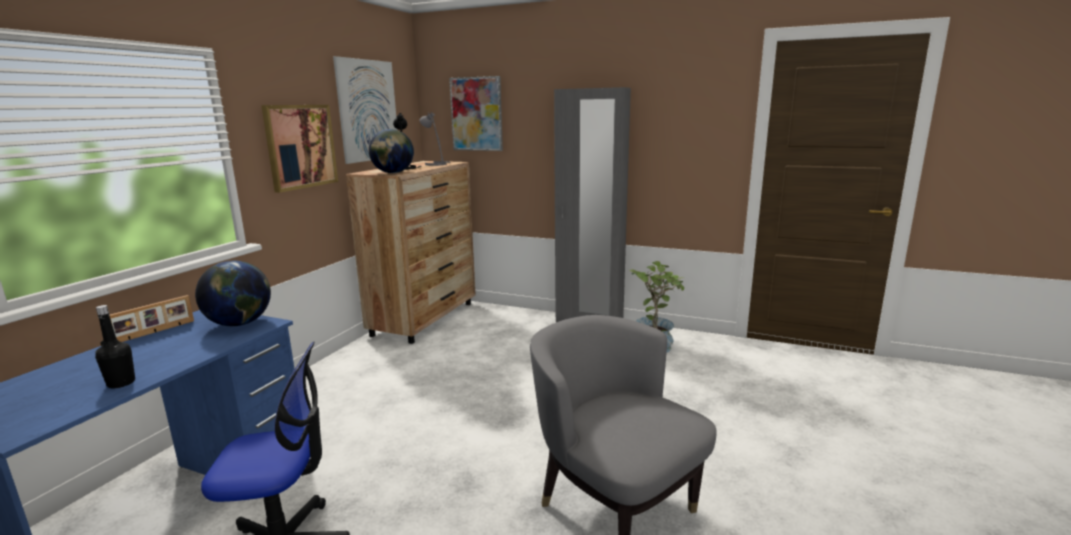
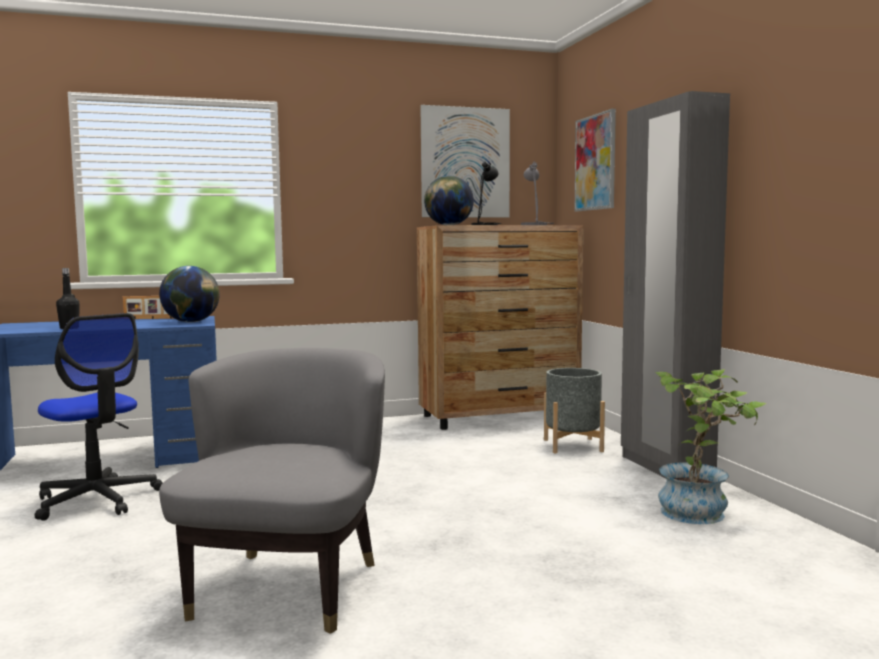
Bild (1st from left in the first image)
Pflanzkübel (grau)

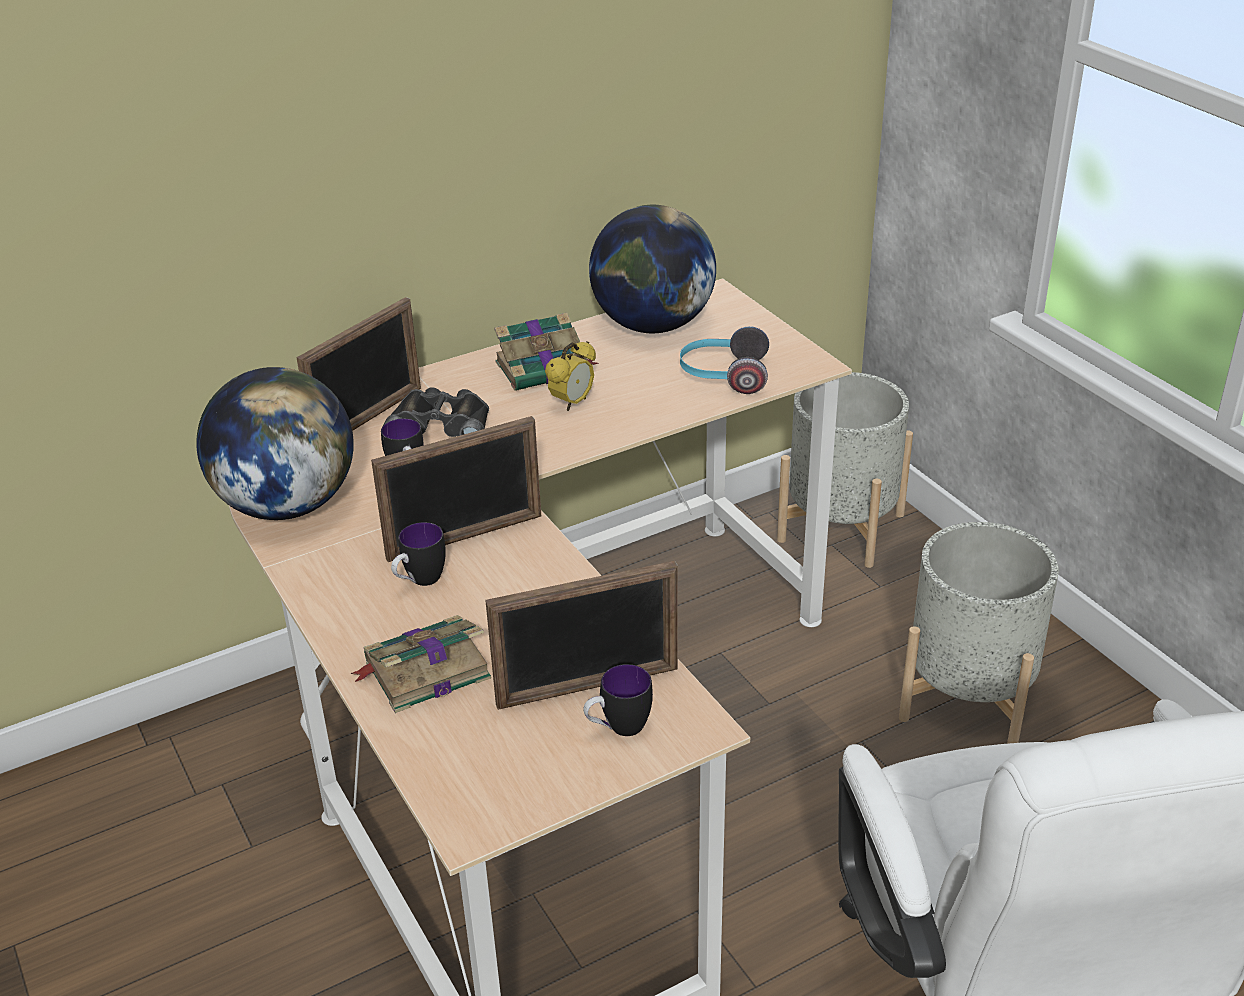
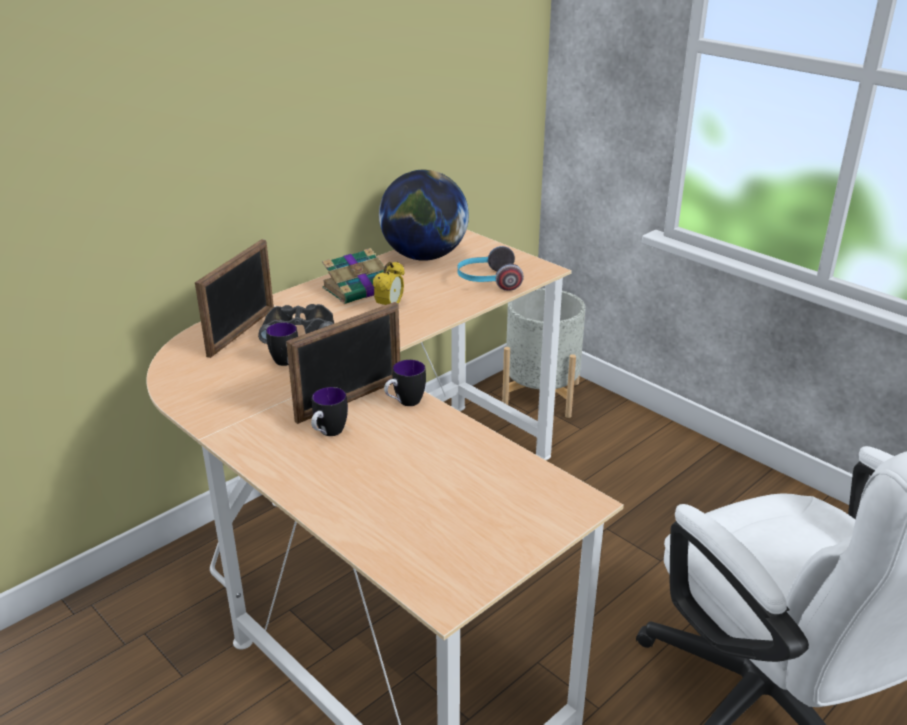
Globus (1st from left in the first image)
Pflanzkübel (grau) (2nd from left in the first image)
Bilderrahmen (3rd from left in the first image)
Buch (1st from left in the first image)
Henkelbecher (3rd from left)

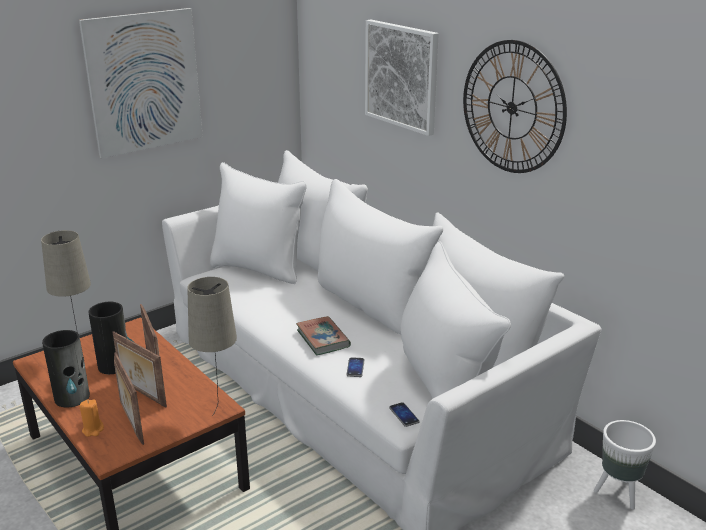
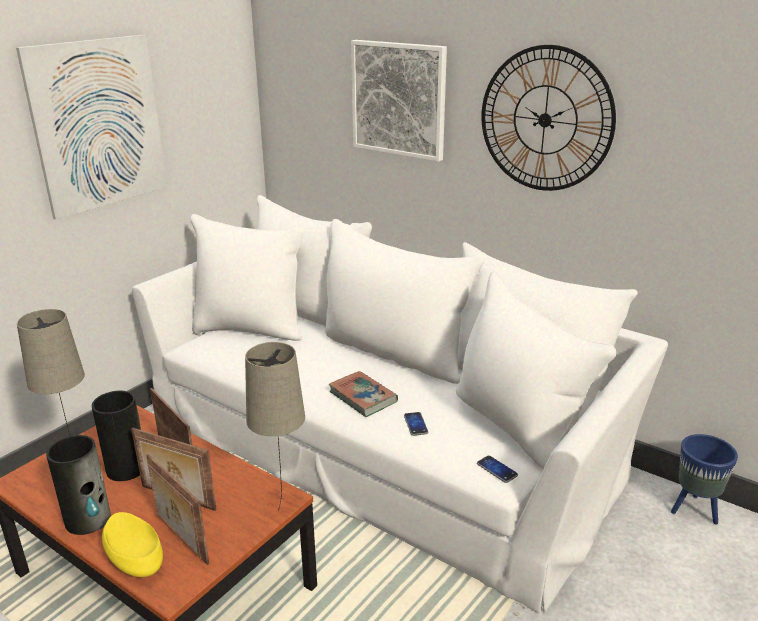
Schüssel (gelb)
Pflanzkübel (blau)

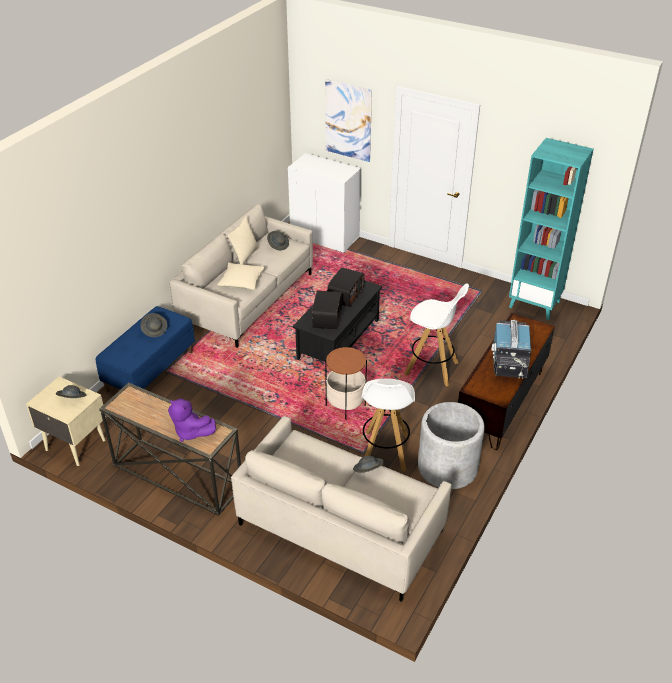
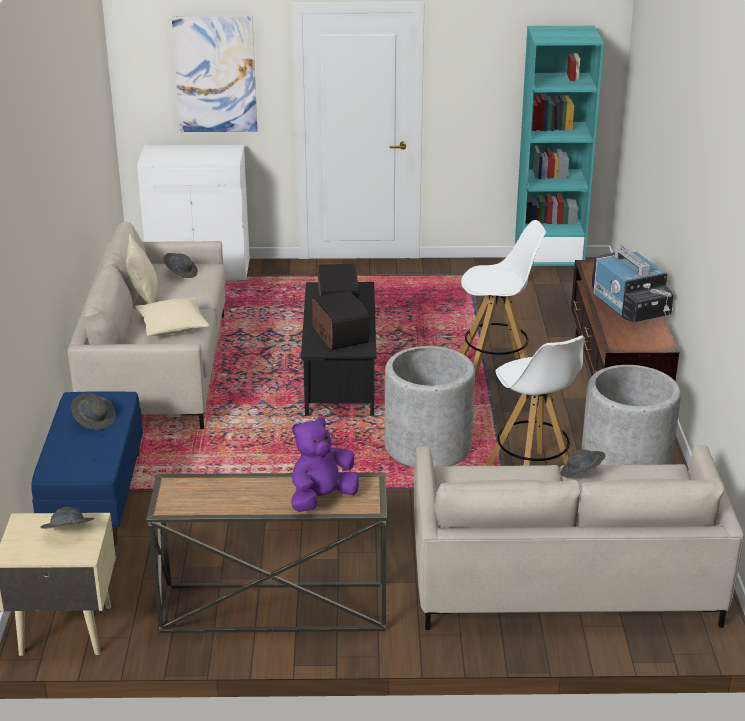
Pflanzkübel (grau) (1st from left)
Plüschtier (lila)

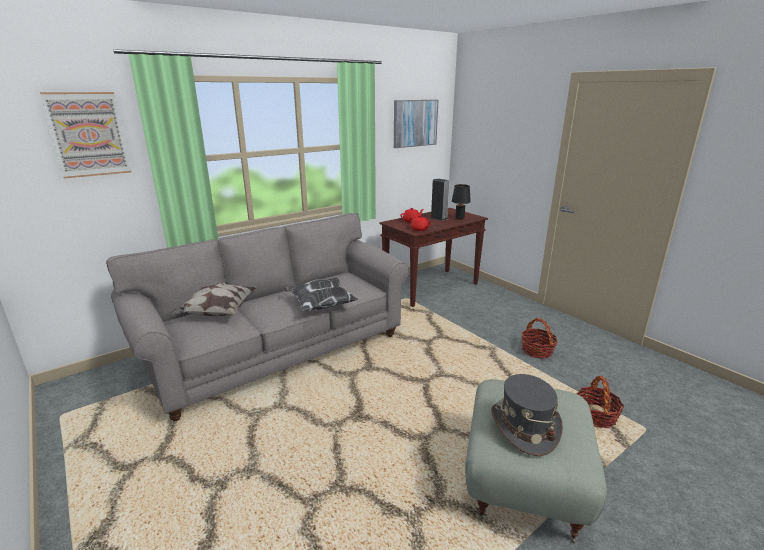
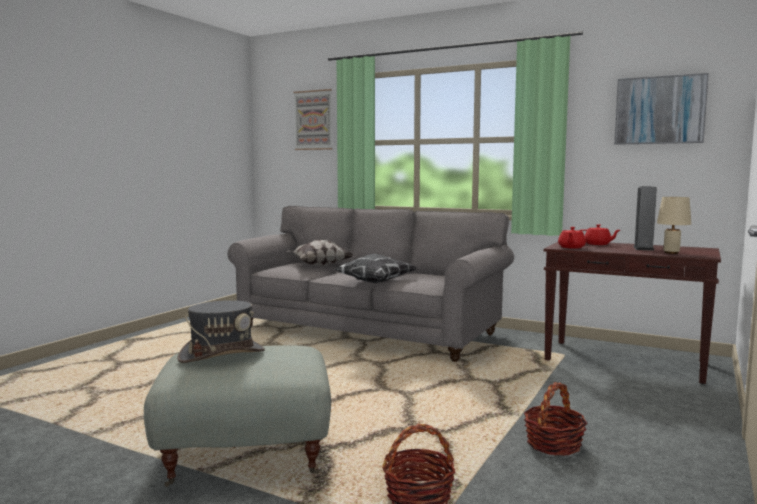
Tischlampe (beige)

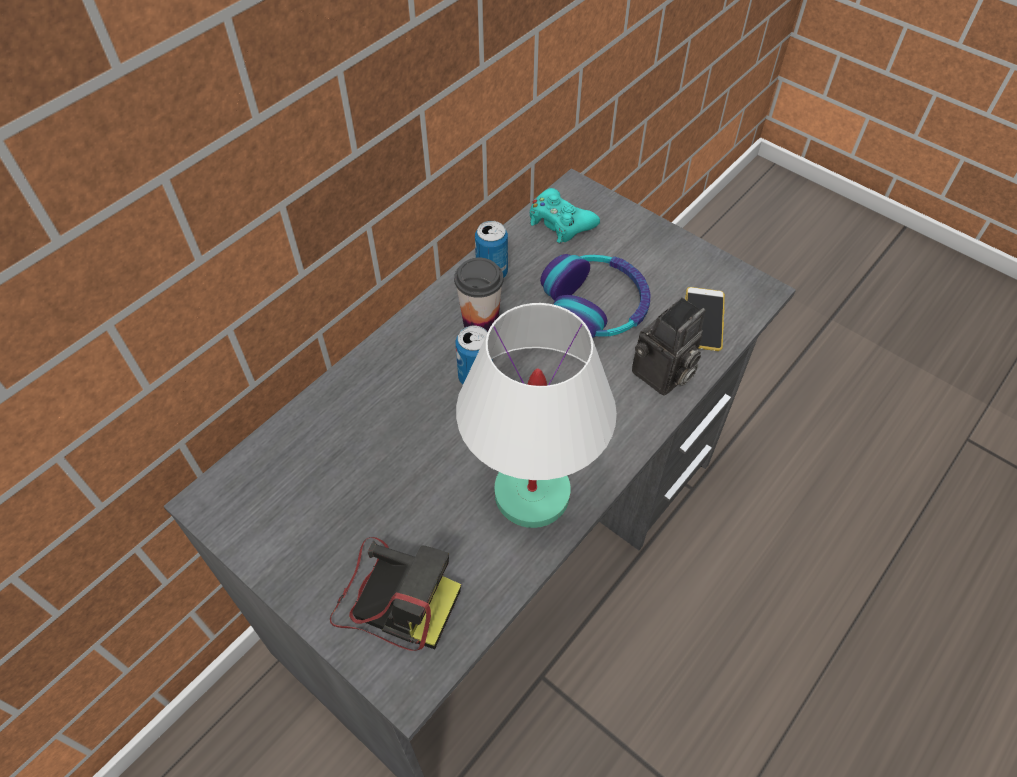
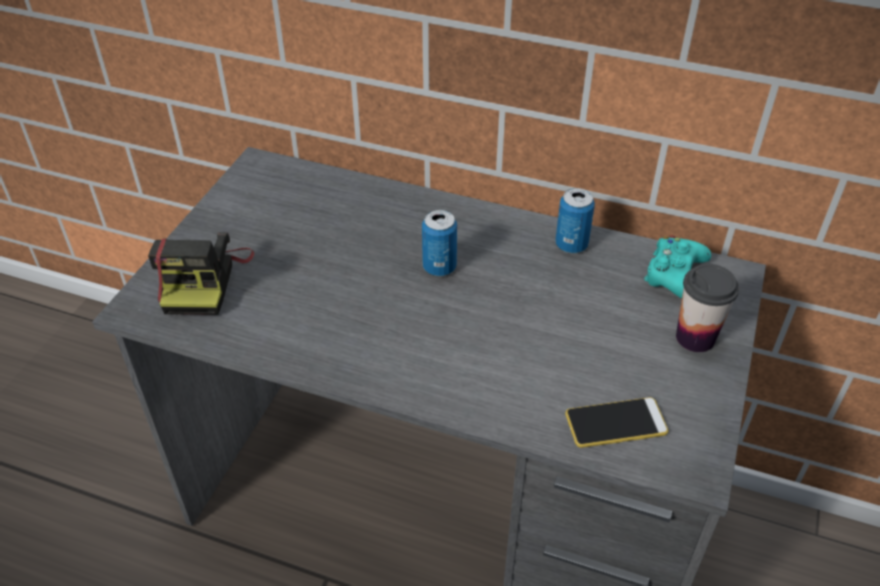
Kopfhörer
Tasse
Kamera (2nd from left in the first image)
Tischlampe (weiß)

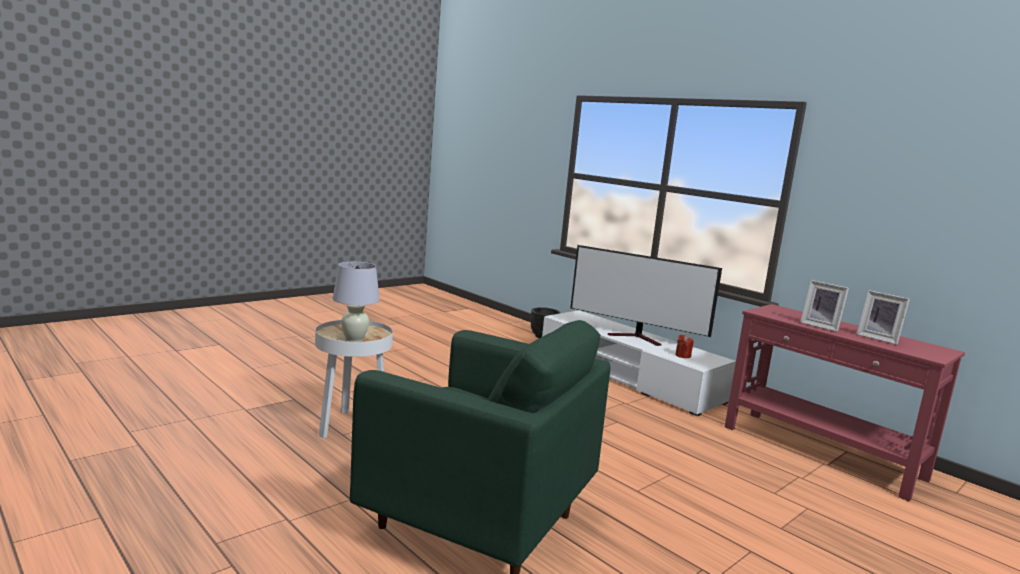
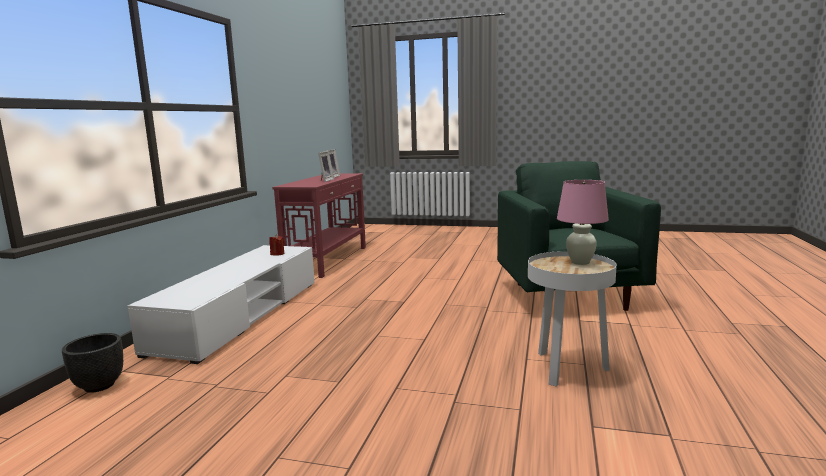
Fernseher
Tischlampe (rosa)

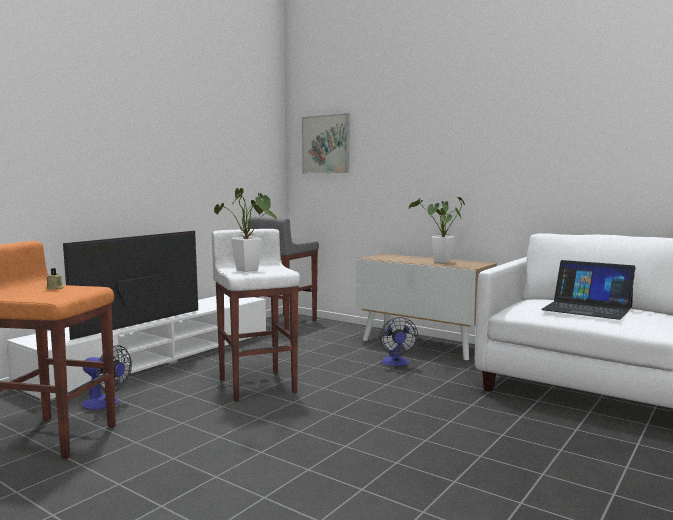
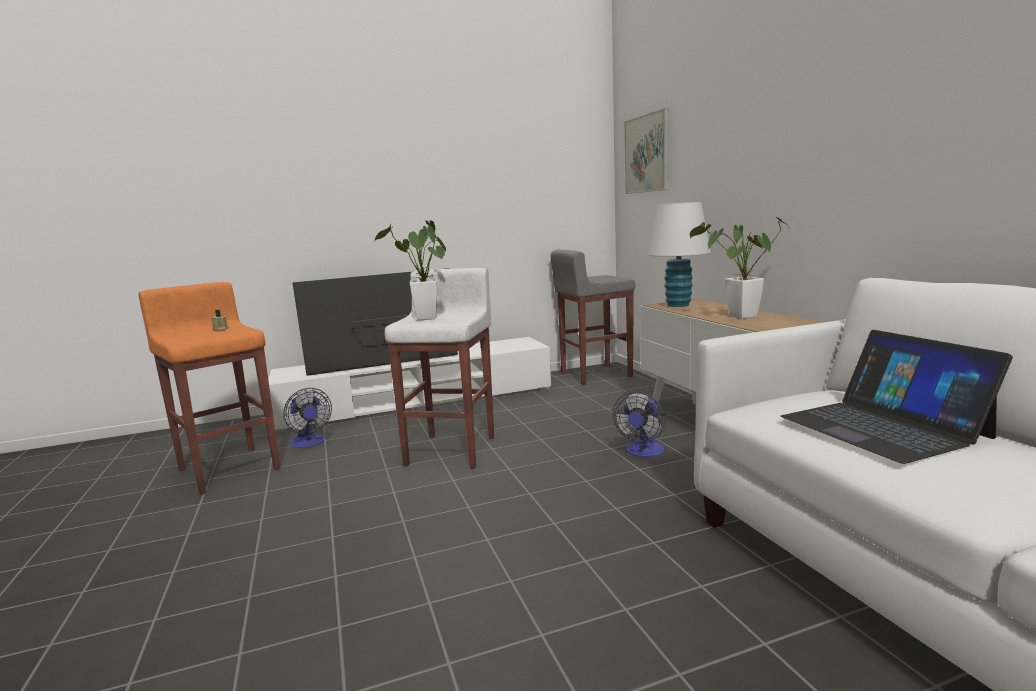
Tischlampe (weiß)

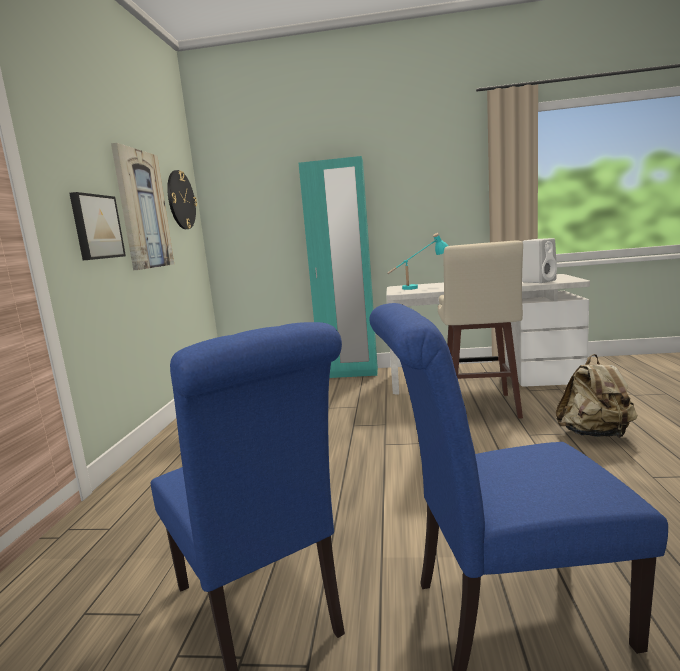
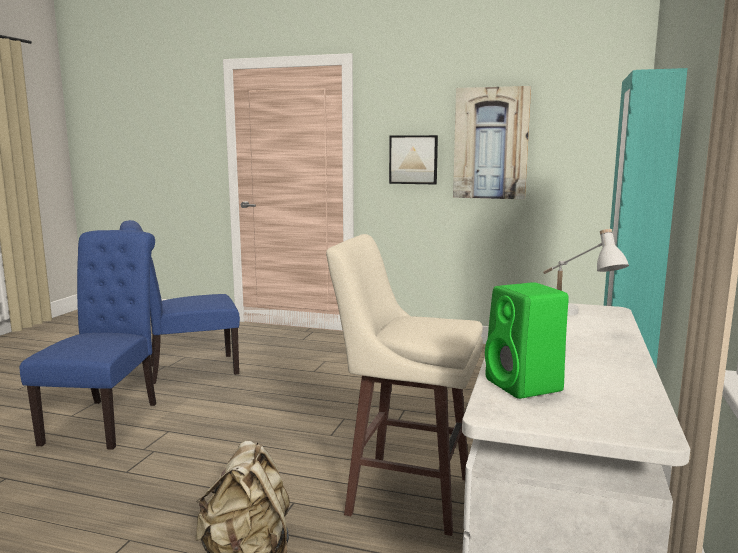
Wanduhr
Tischlampe (weiß)
Lautsprecher (grün)

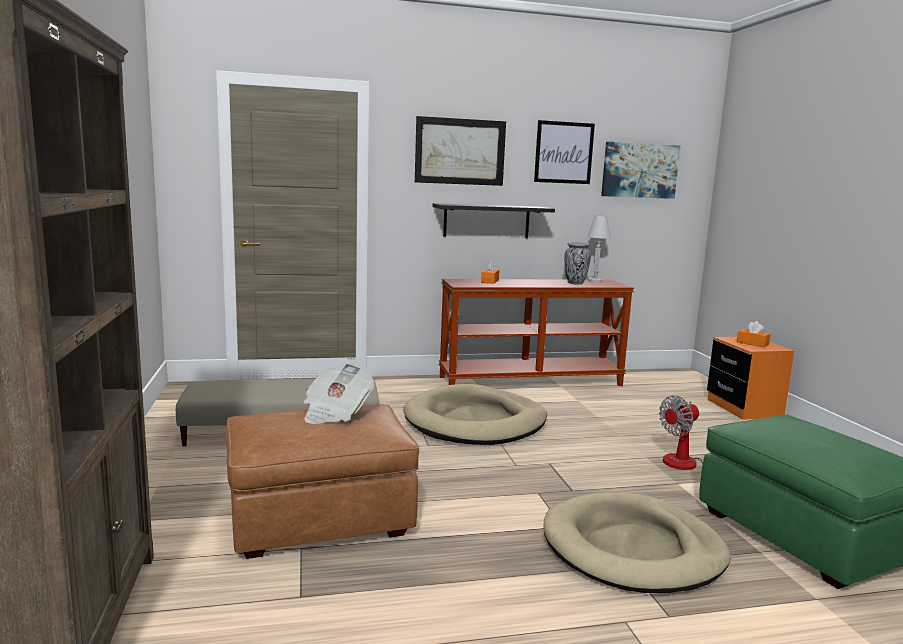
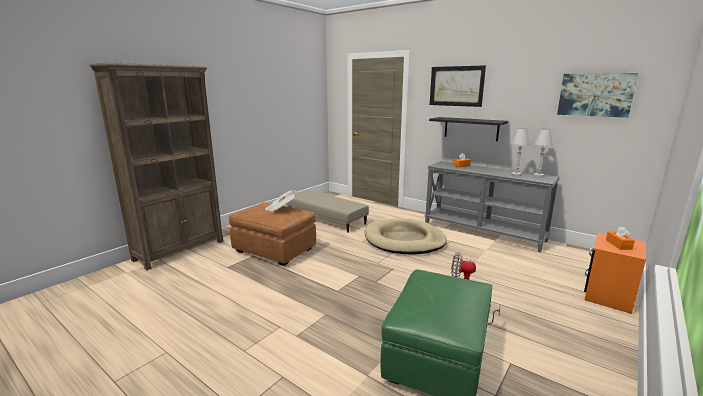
Bild (2nd from left in the first image)
Tischlampe (weiß) (1st from left)
Konsolentisch (grau)
Hundebett (beige) (2nd from left in the first image)

